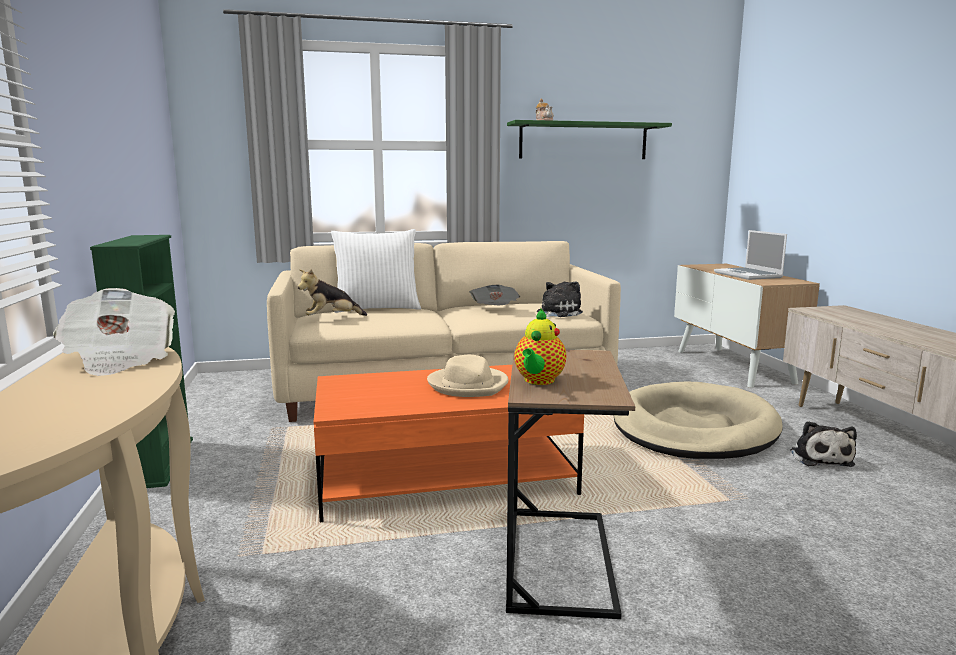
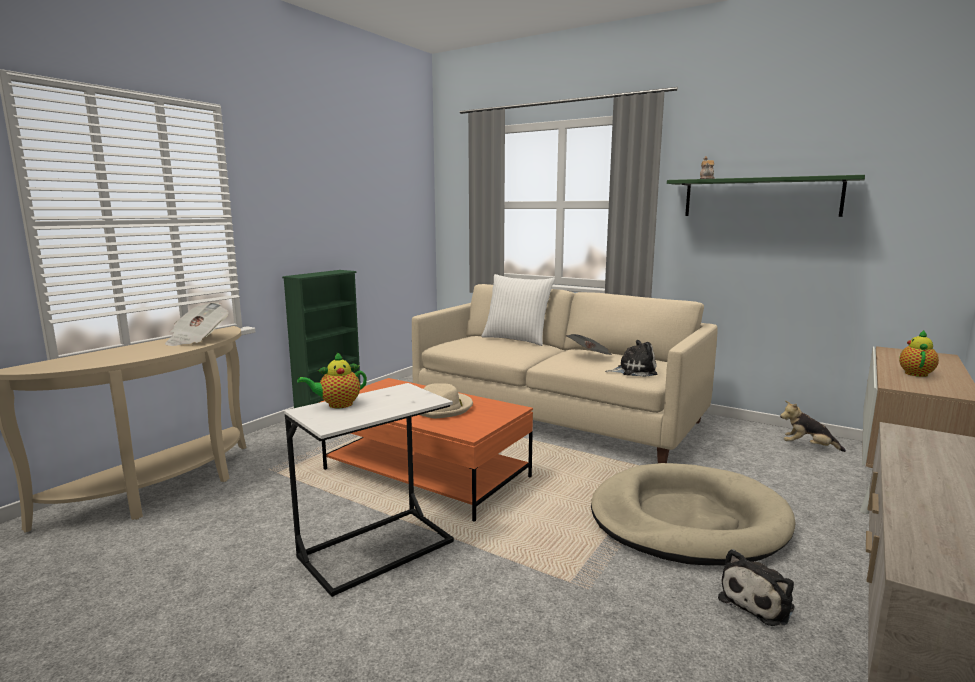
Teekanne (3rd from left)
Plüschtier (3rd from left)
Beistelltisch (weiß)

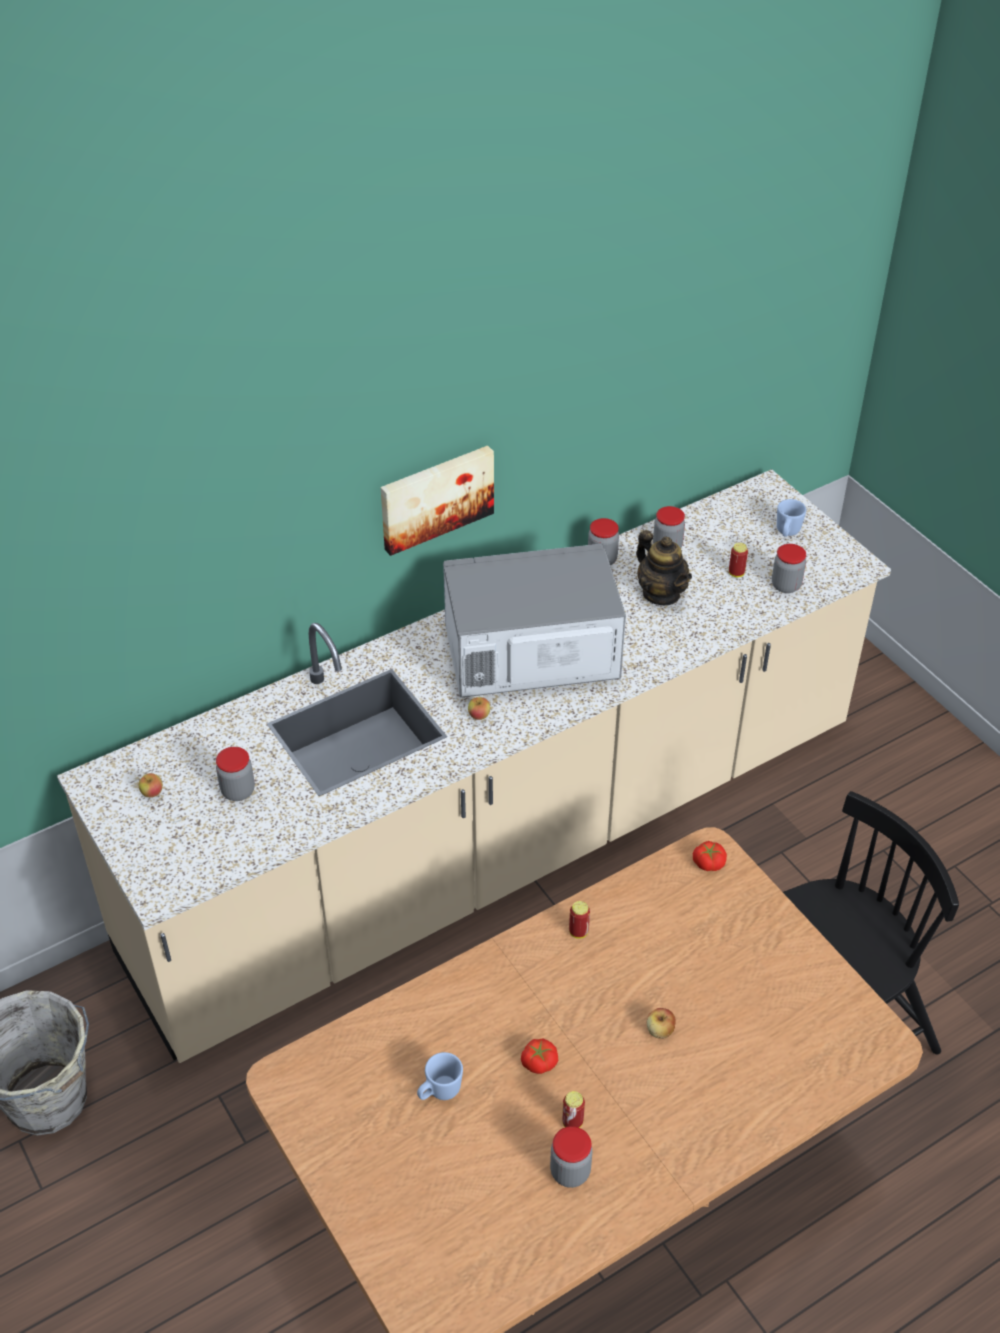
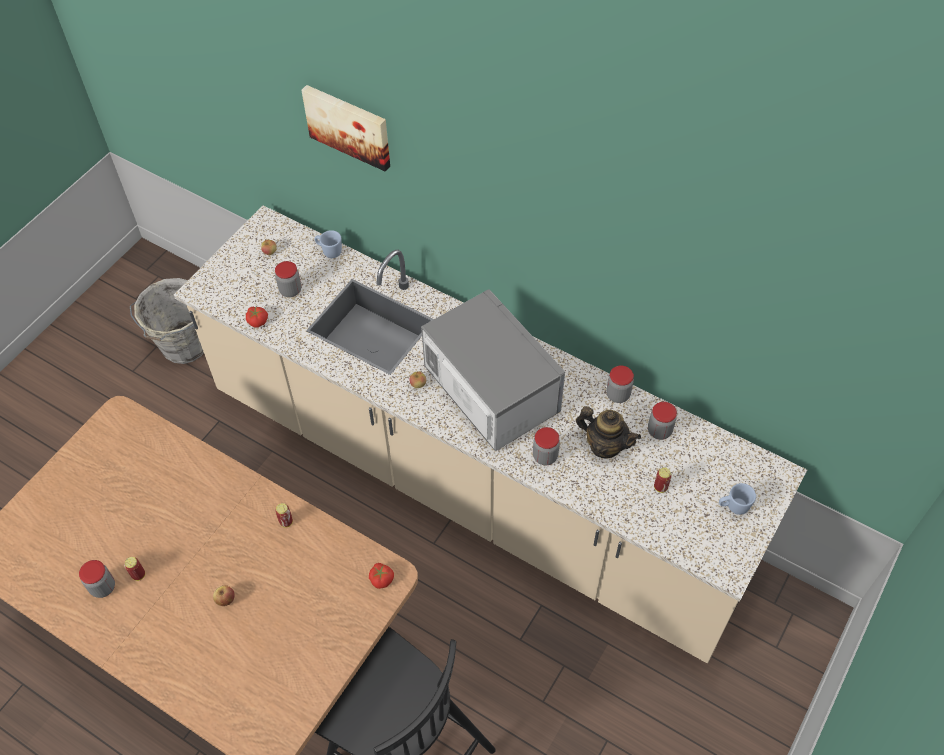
Bild
Teekanne
Vorratsglas (3rd from left)
Tomate (1st from left)
Henkelbecher (blau) (1st from left)

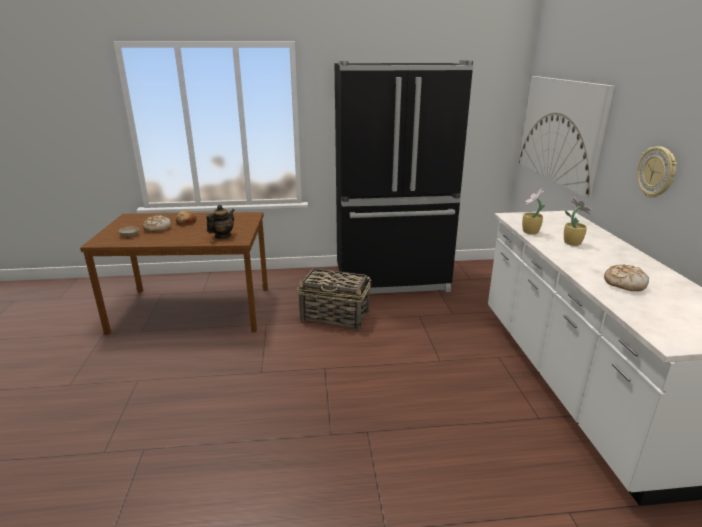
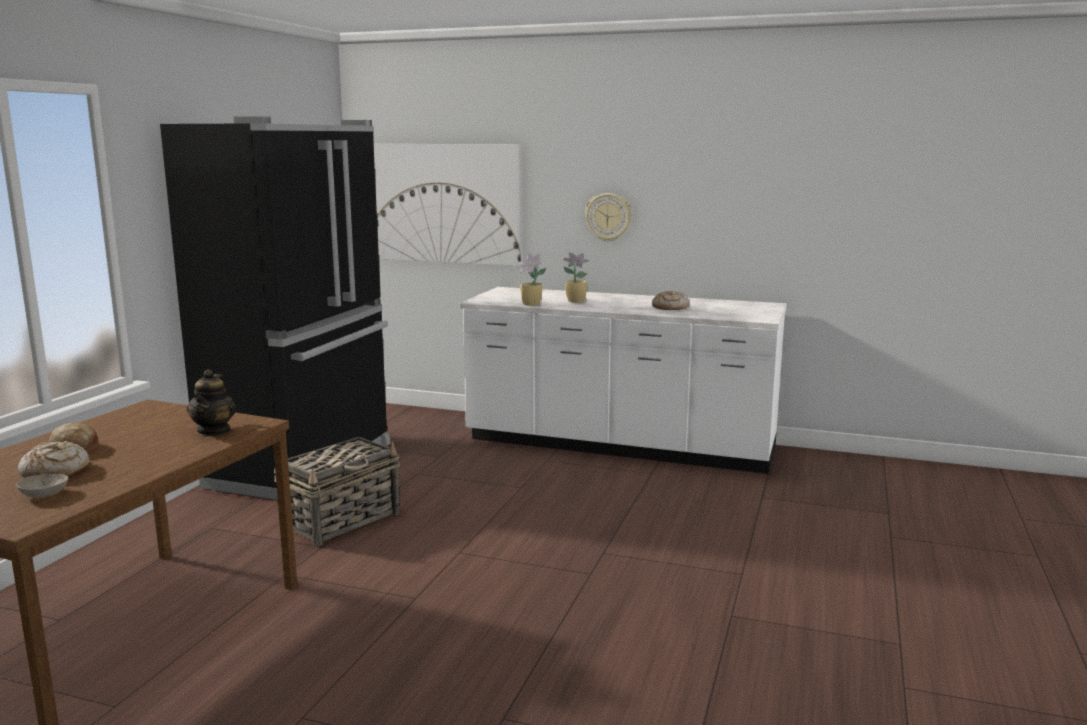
Teekanne

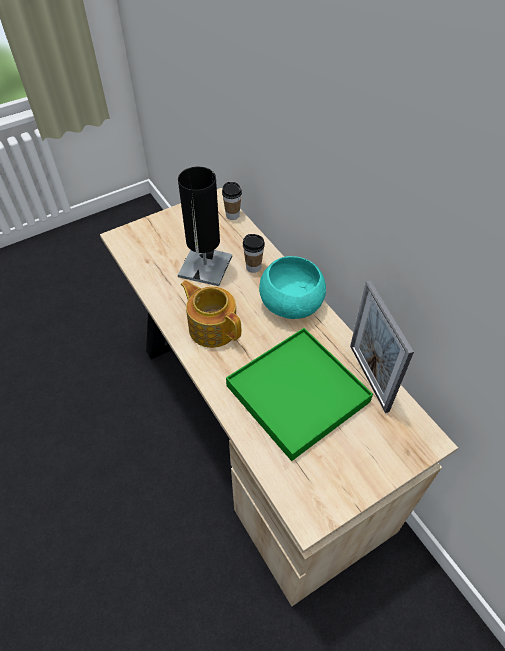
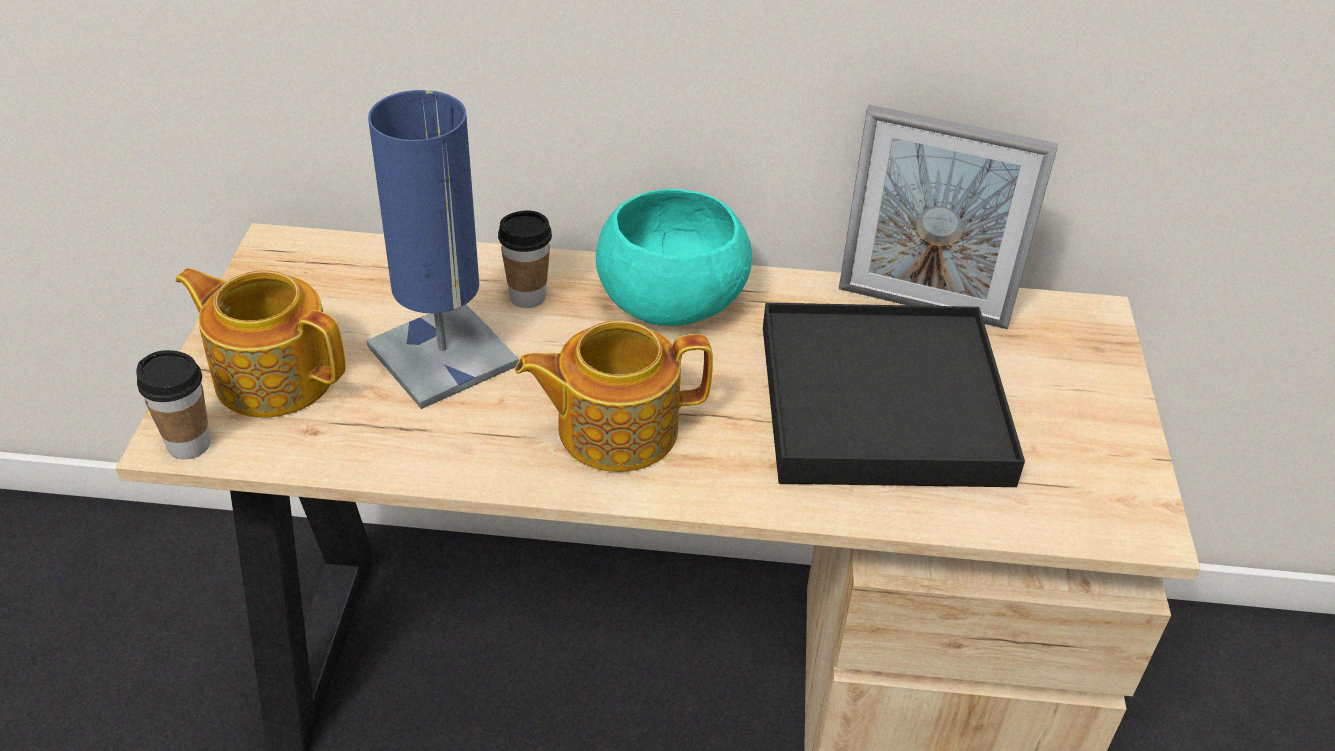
Tischlampe (blau)
Tasse (1st from left)
Tablett (schwarz)
Teekanne (1st from left)

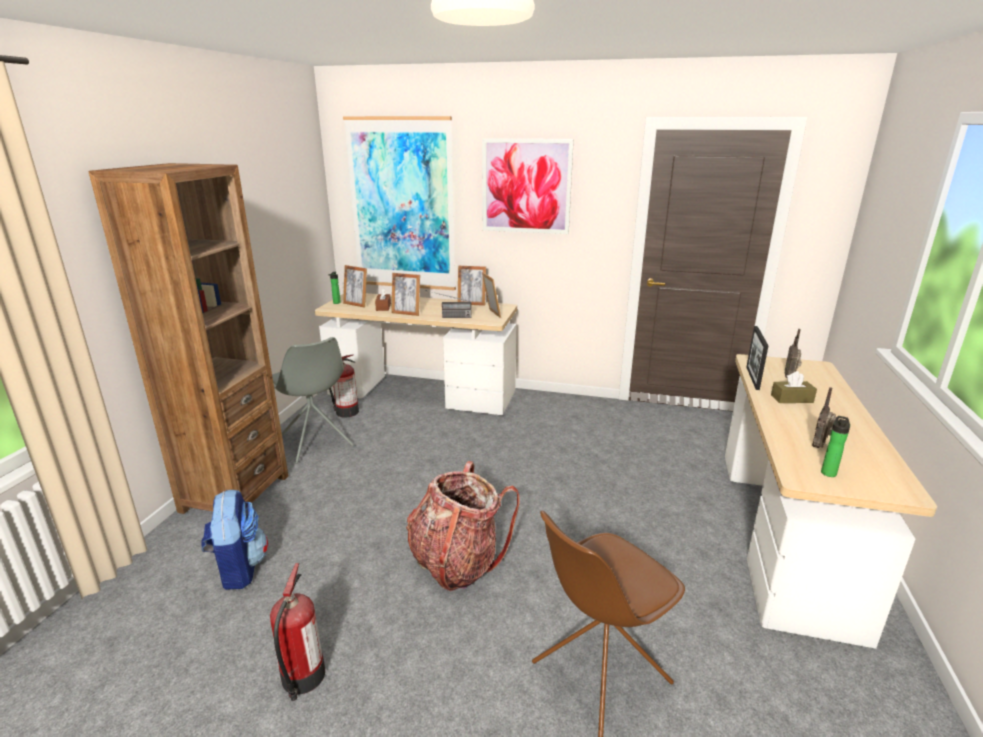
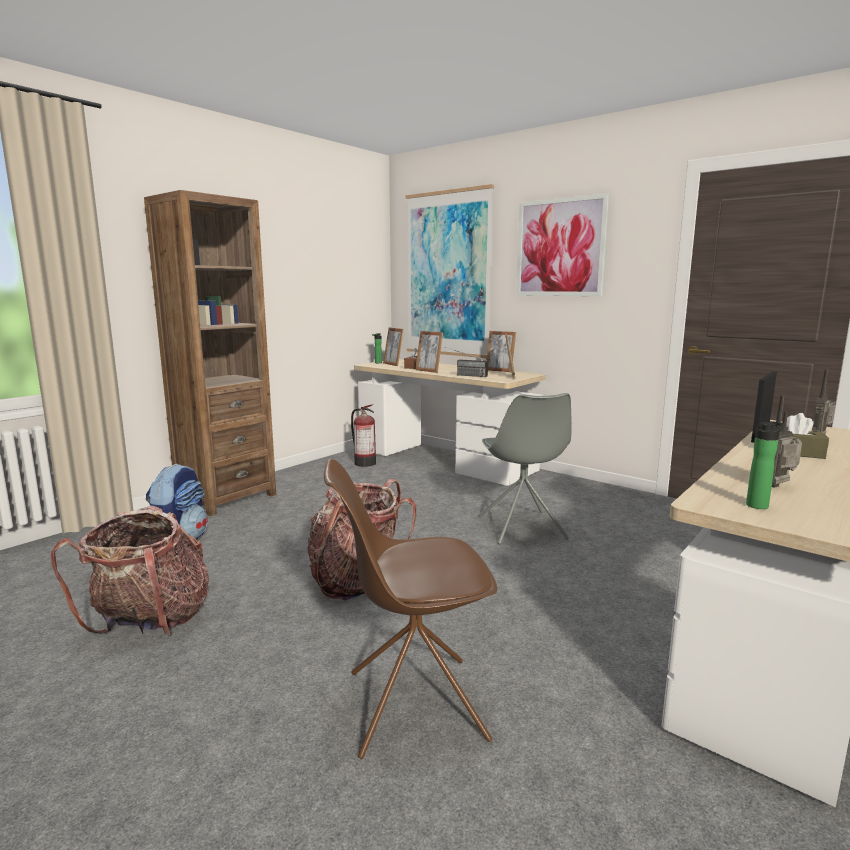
Stuhl (grau)
Rucksack (1st from left)

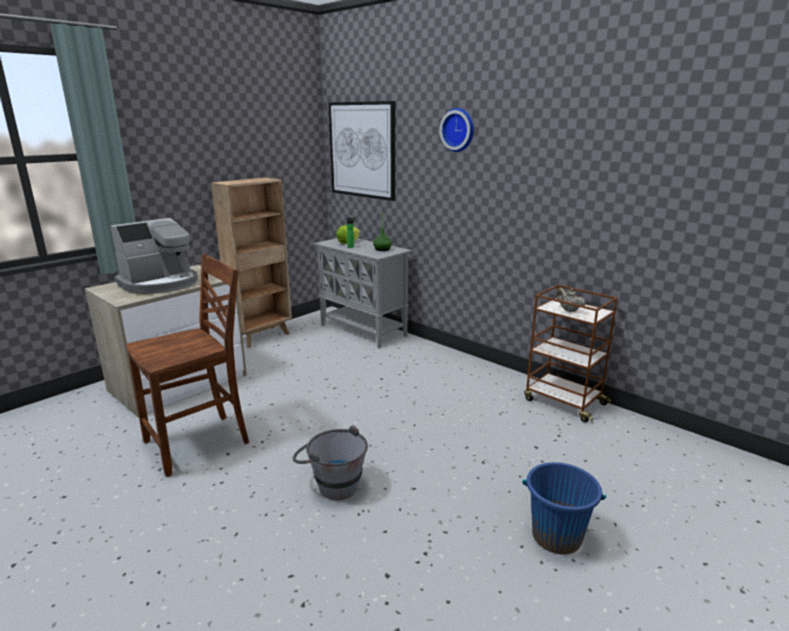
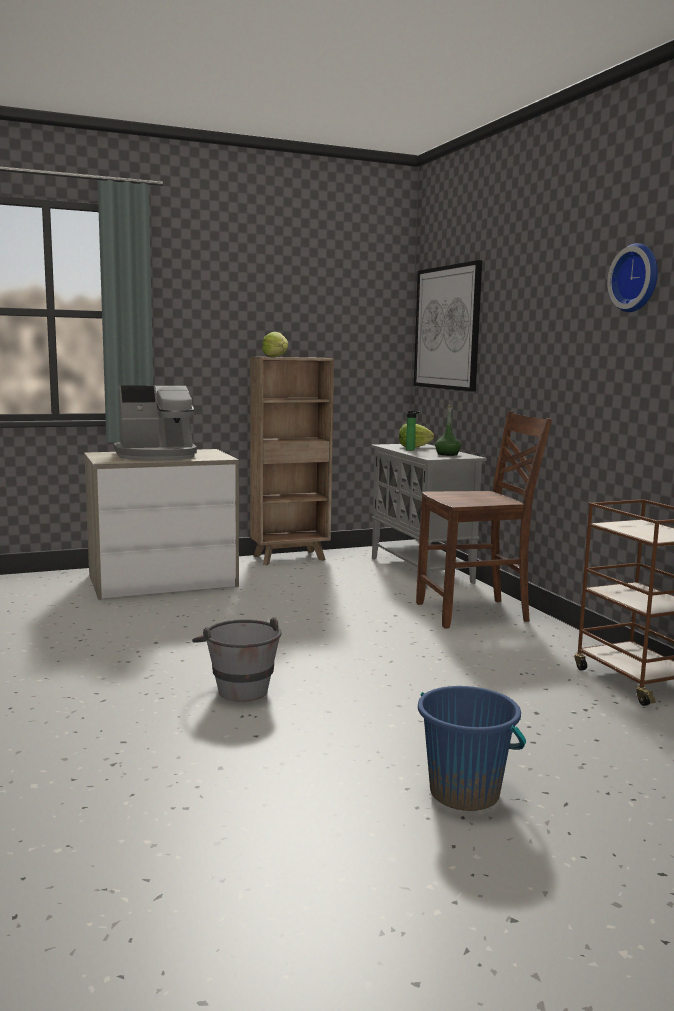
Wanduhr
Stuhl (braun)
Teekanne (beige)
Salatkopf (1st from left)

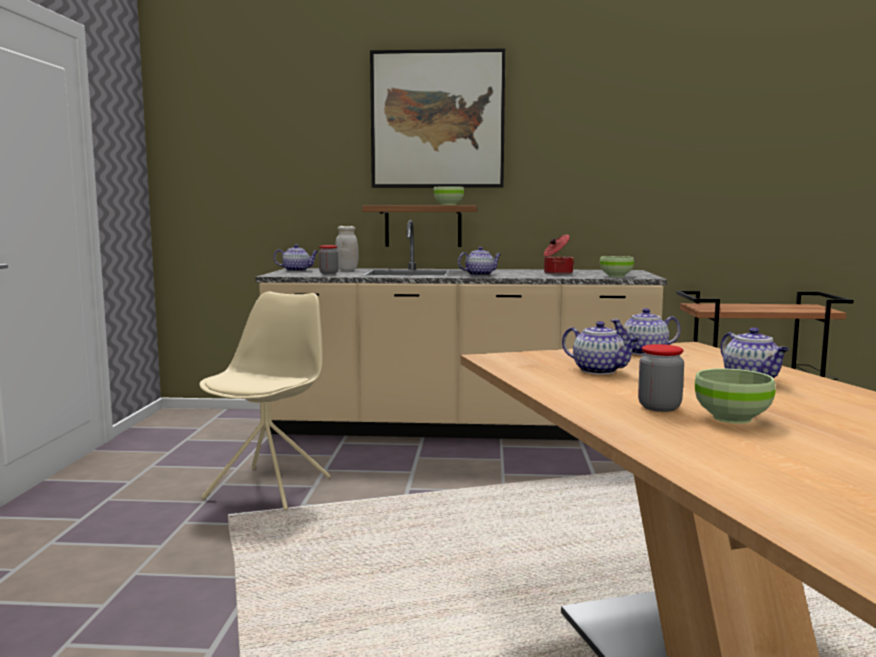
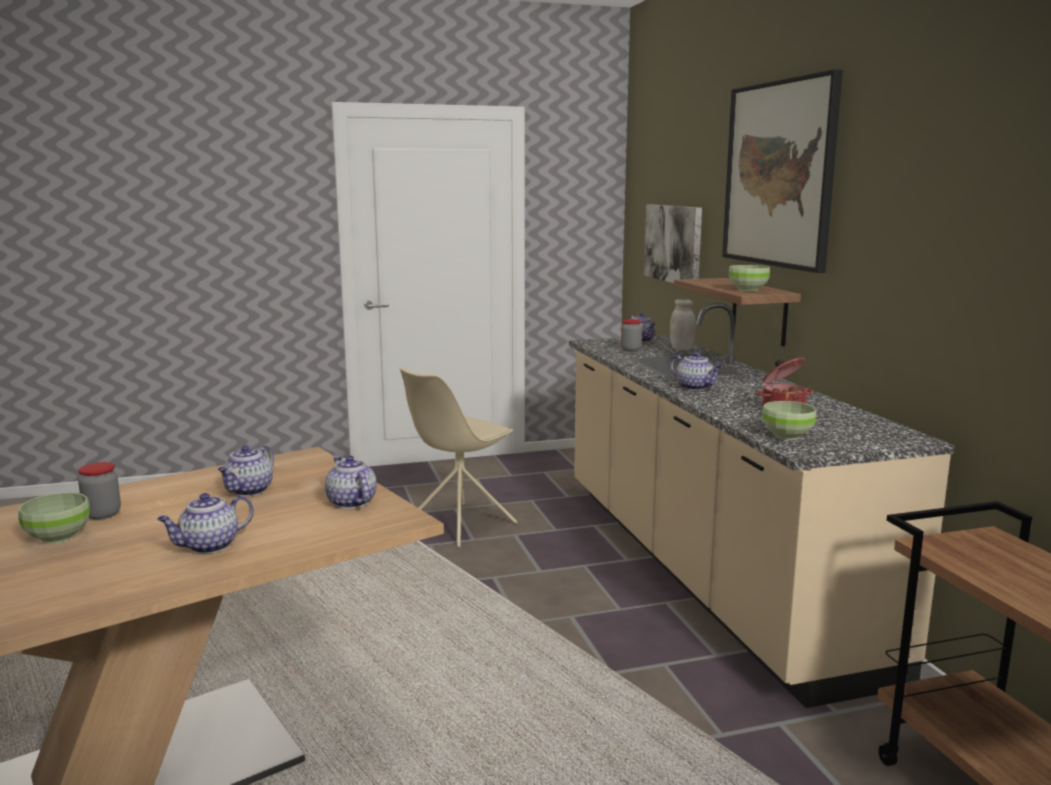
Stuhl (beige)
Bild (1st from left)

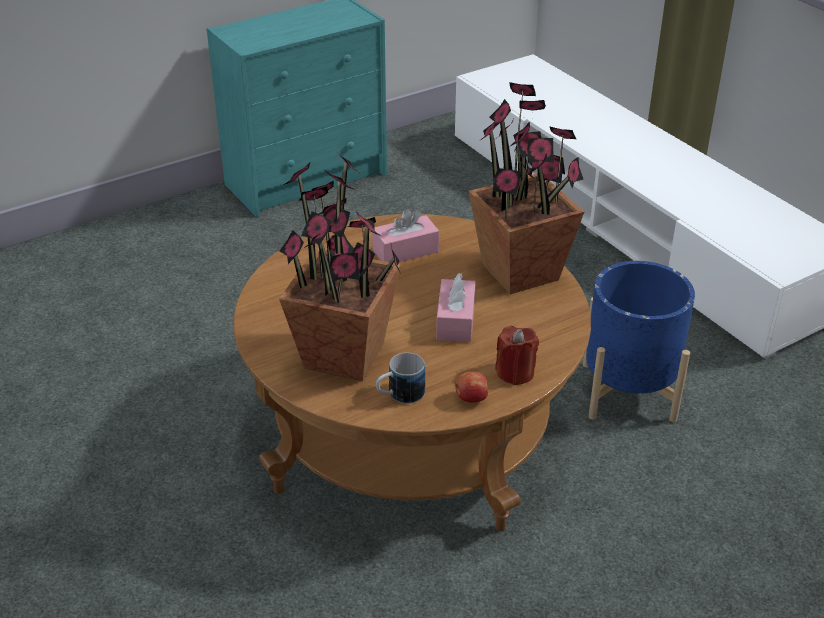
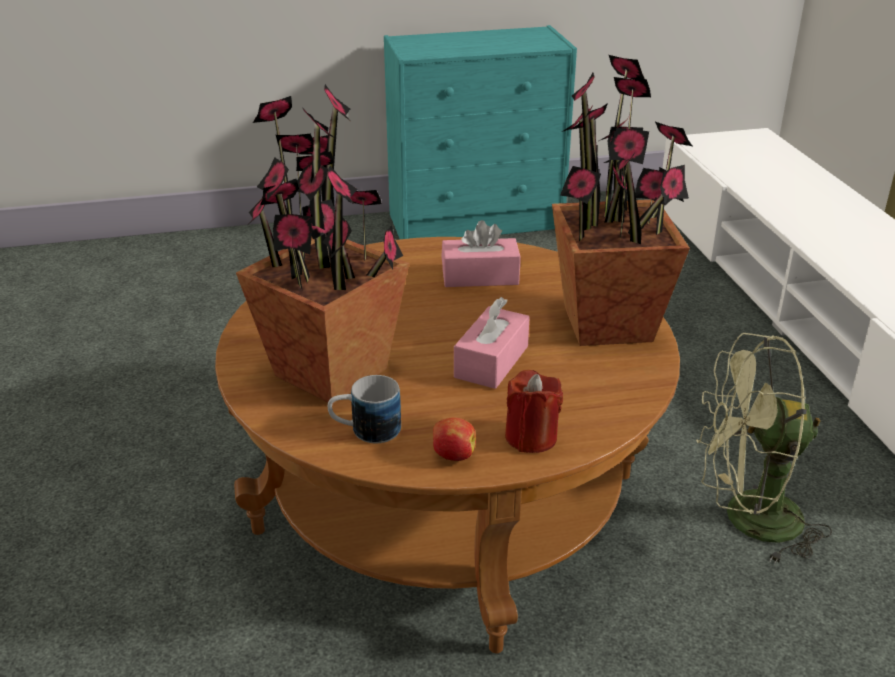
Ventilator (grün)

